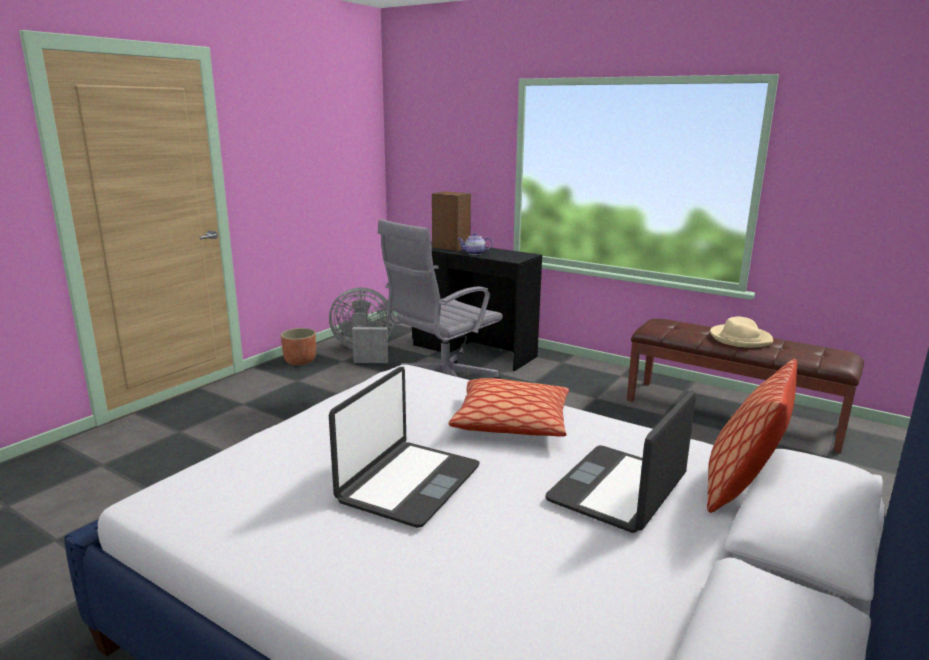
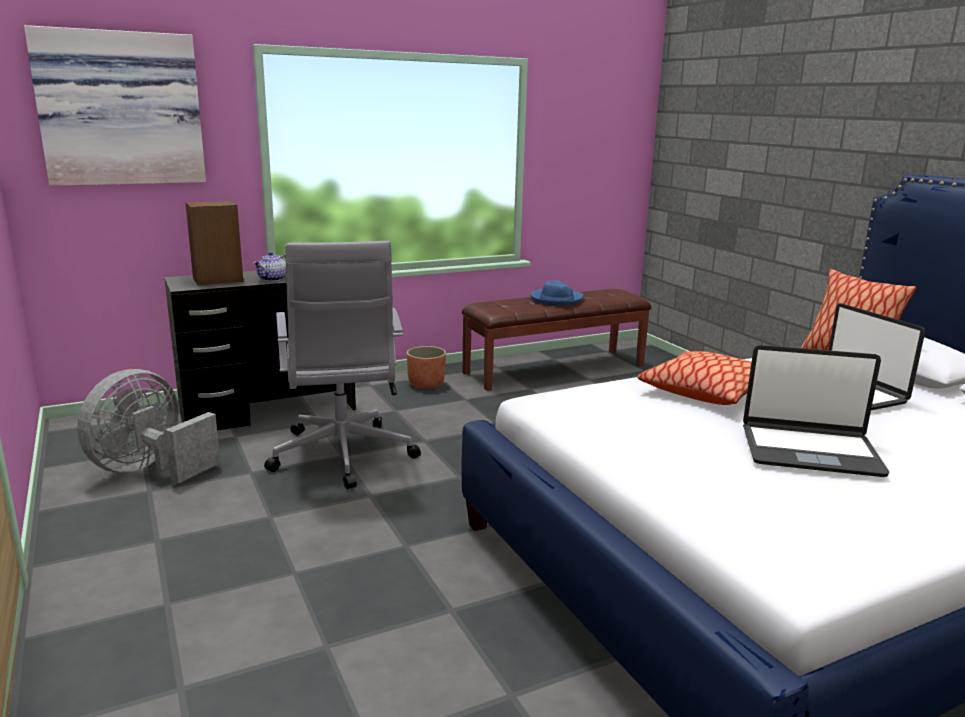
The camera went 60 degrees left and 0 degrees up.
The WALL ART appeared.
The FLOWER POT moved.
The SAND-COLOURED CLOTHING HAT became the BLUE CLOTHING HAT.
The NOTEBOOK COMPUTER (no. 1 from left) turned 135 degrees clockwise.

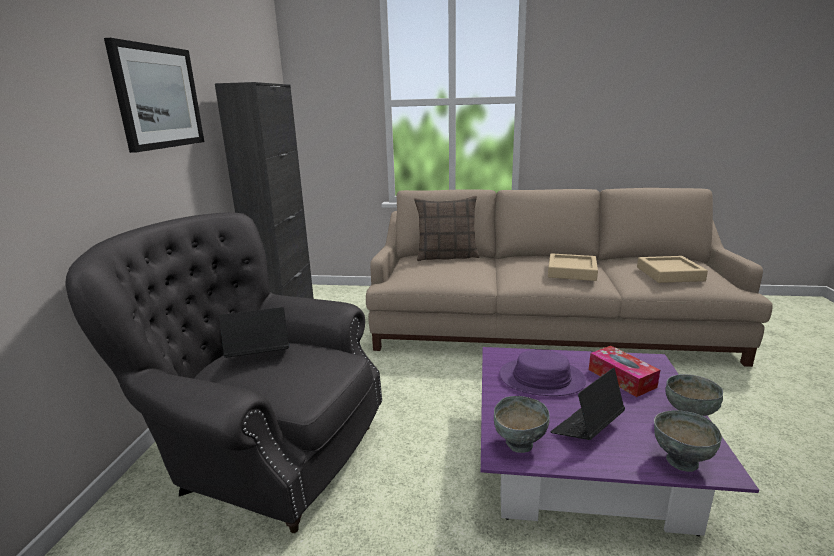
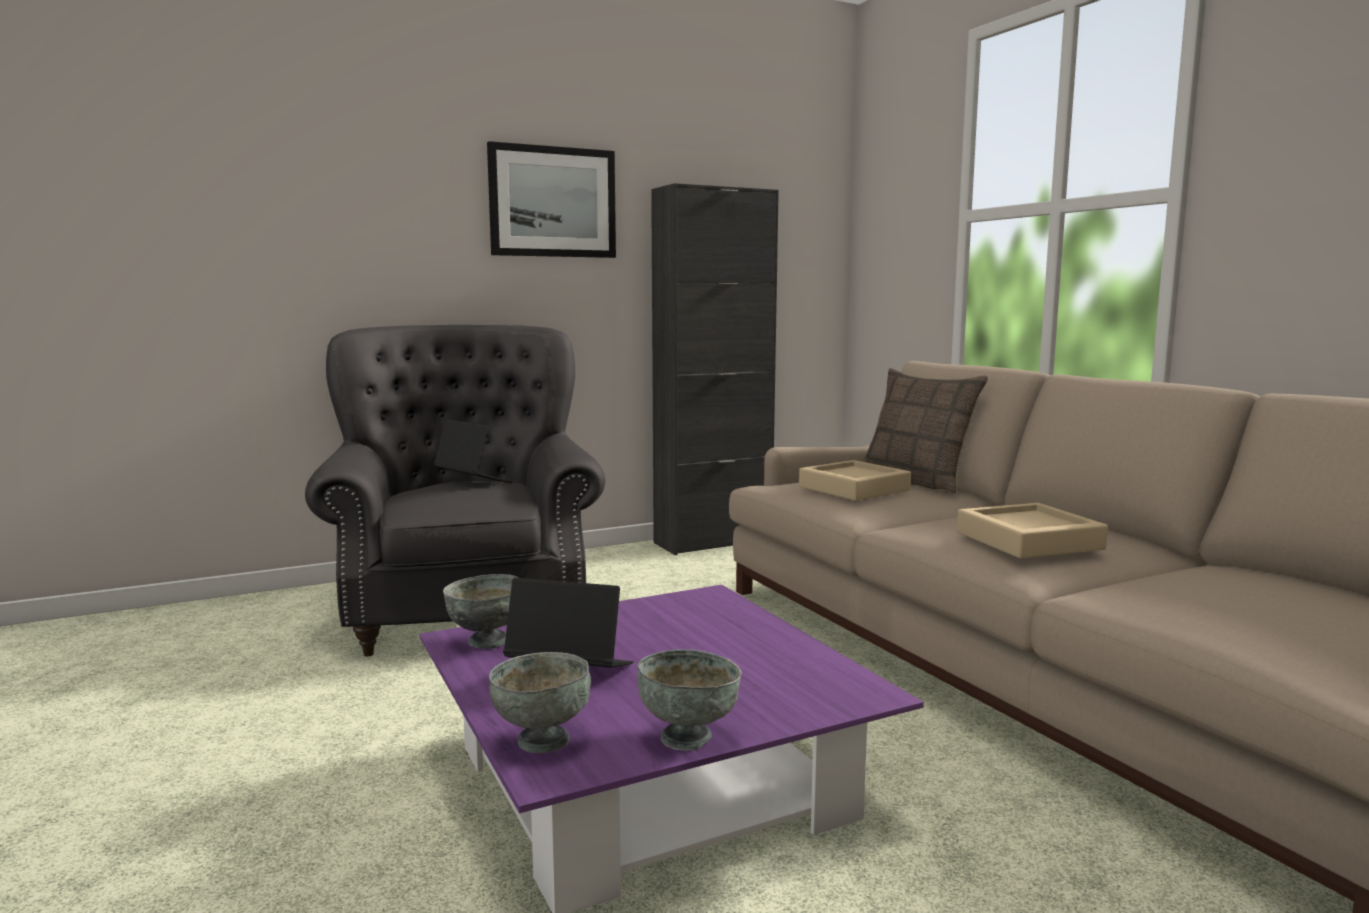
The camera went 55 degrees right and 10 degrees down.
The PURPLE-COLOURED CLOTHING HAT disappeared.
The TISSUE HOLDER disappeared.
The SAND-COLOURED SERVING TRAY (no. 2 from left in the first image) moved.

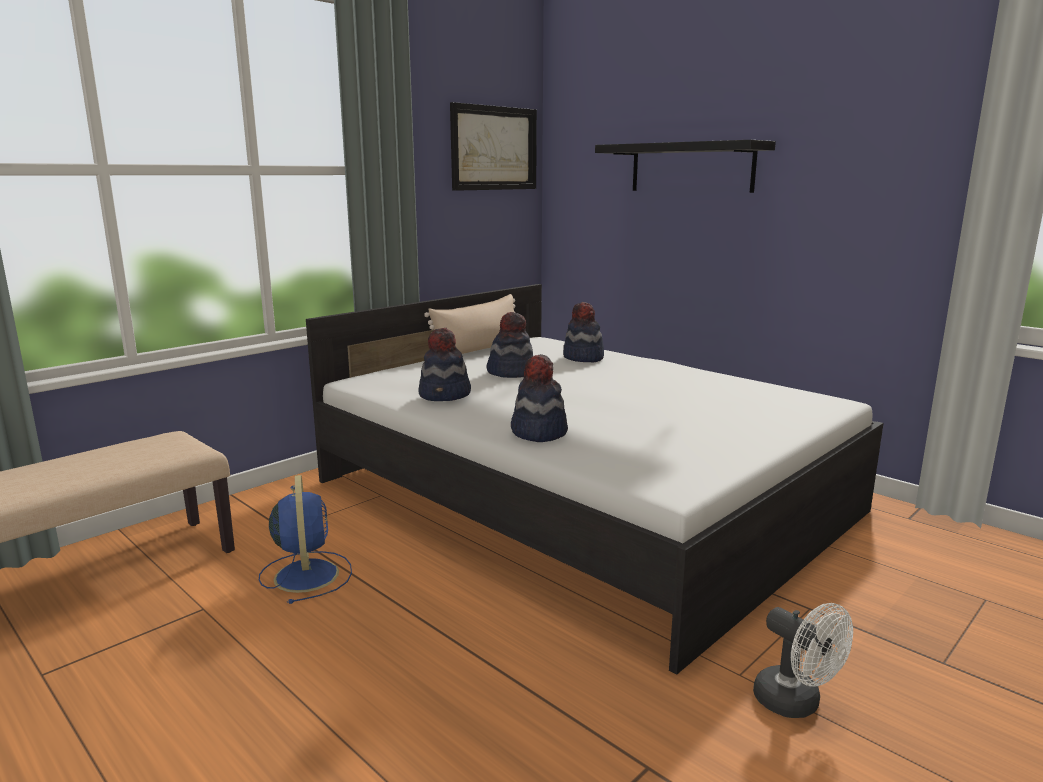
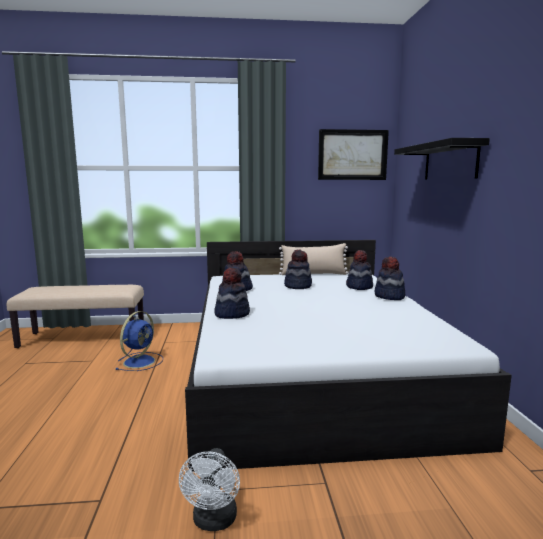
The camera went 40 degrees right and 5 degrees down.
The CLOTHING HAT (no. 5 from left) appeared.

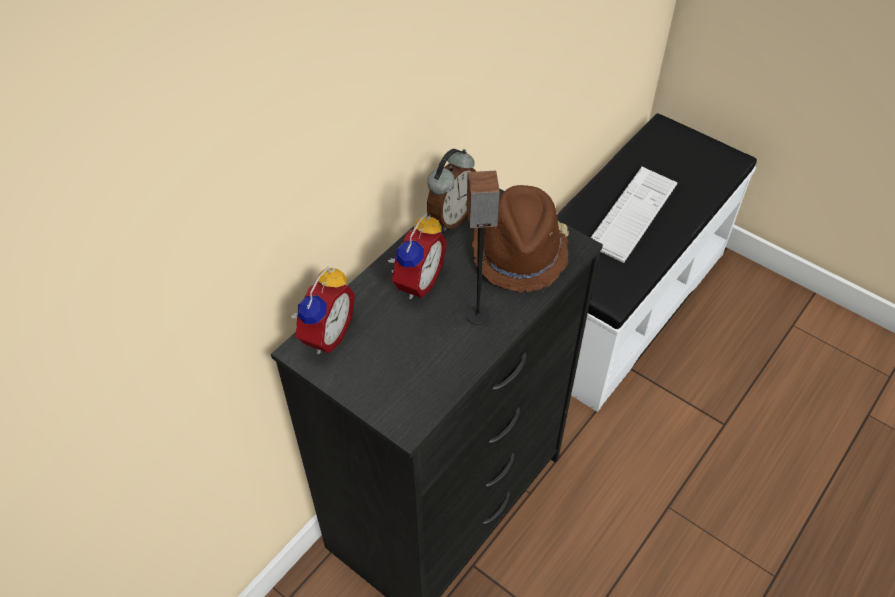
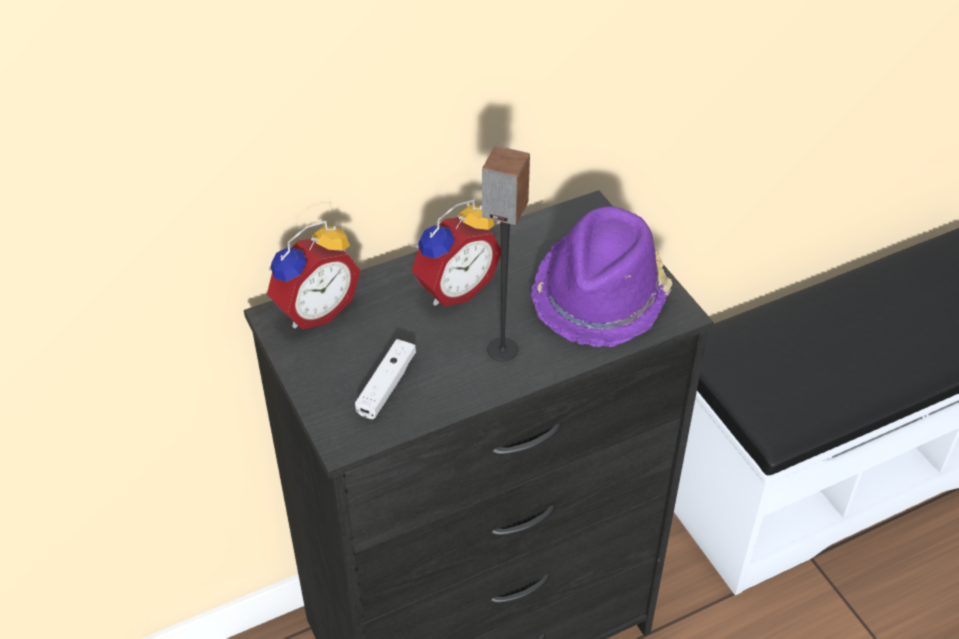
The camera went 25 degrees right and 5 degrees down.
The BEDSIDE CLOCK (no. 3 from left) disappeared.
The COMPUTER KEYBOARD disappeared.
The WHITE JOYPAD appeared.
The BROWNISH CLOTHING HAT became the PURPLE-COLOURED CLOTHING HAT.

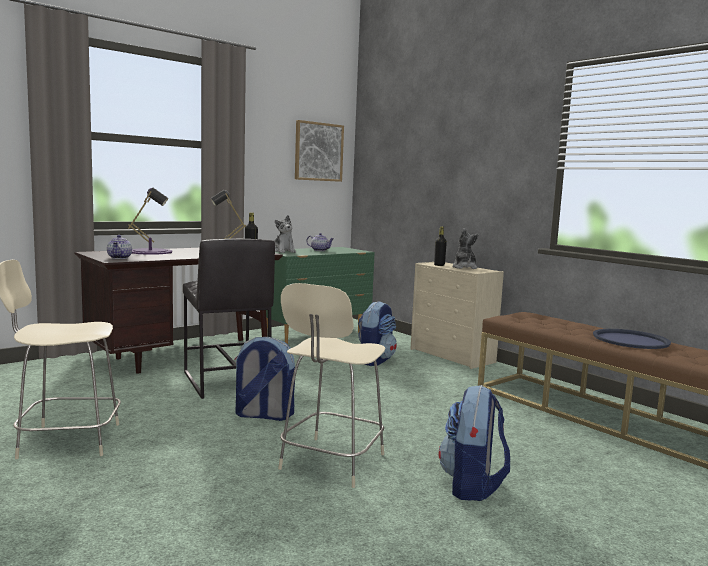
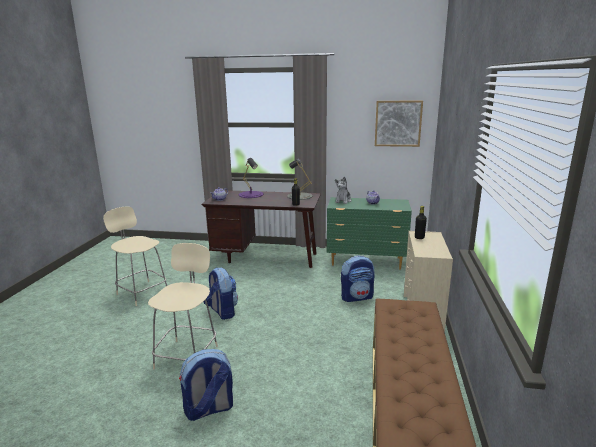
The camera went 50 degrees right and 10 degrees up.
The GREYISH SITTING STOOL disappeared.
The SOFT TOY (no. 2 from left) disappeared.
The BLUE SERVING TRAY disappeared.
The SAND-COLOURED PLAIN CHAIR (no. 2 from left) turned 120 degrees clockwise.

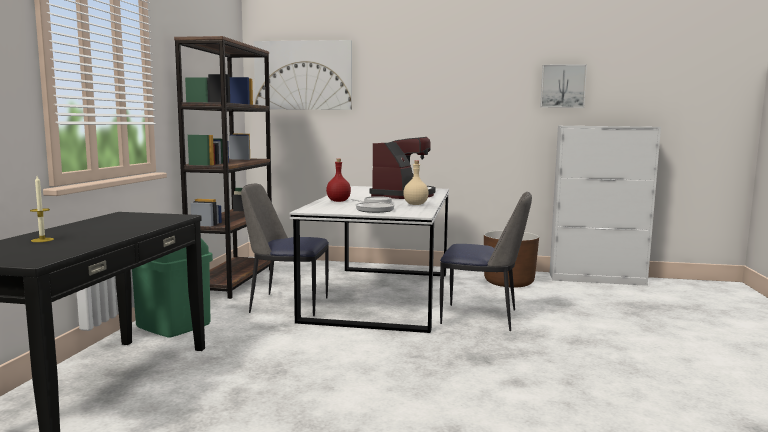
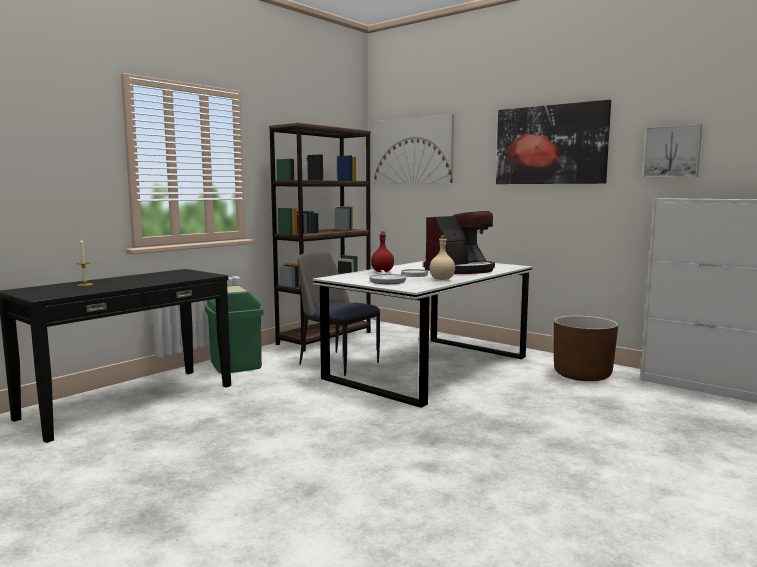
The camera went 30 degrees right and 0 degrees up.
The PLAIN CHAIR (no. 2 from left) disappeared.
The WALL ART (no. 2 from left) appeared.

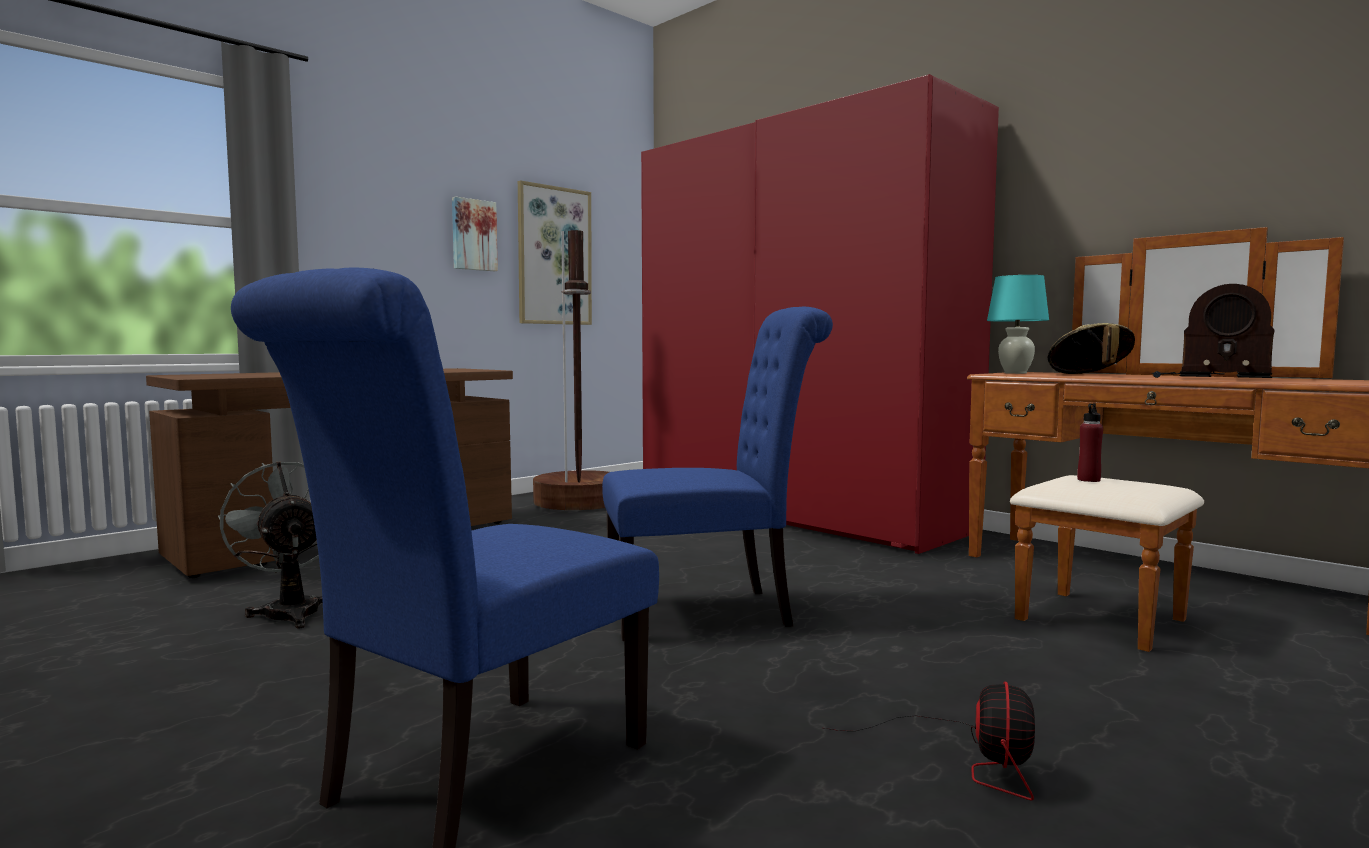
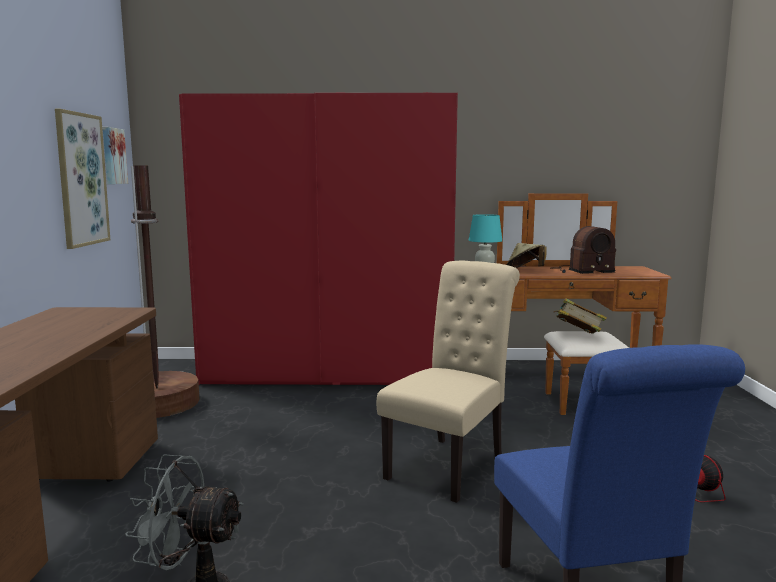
The camera went 45 degrees left and 5 degrees up.
The WALL ART (no. 1 from left in the first image) moved.
The RED BOTTLE was replaced by the BOUND BOOK.
The BLUE PLAIN CHAIR (no. 2 from left) became the SAND-COLOURED PLAIN CHAIR.

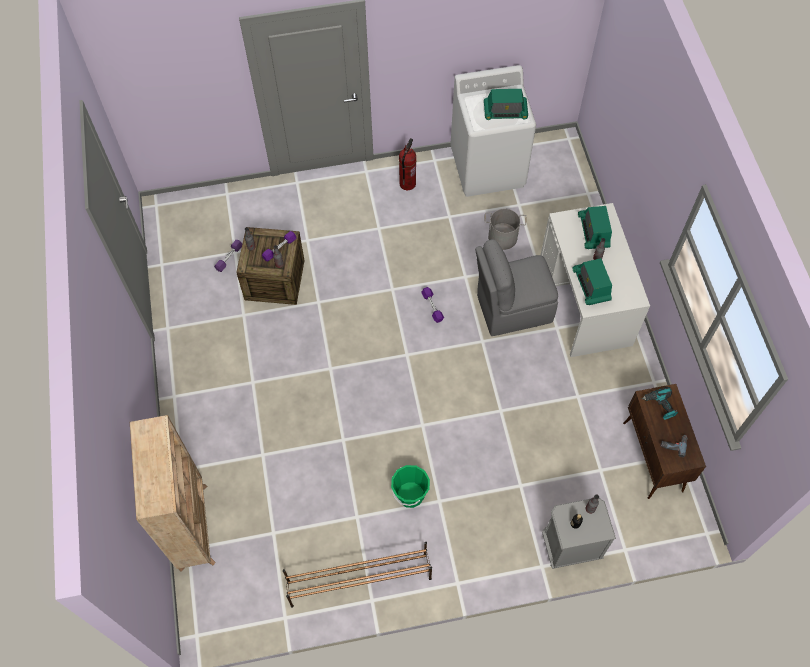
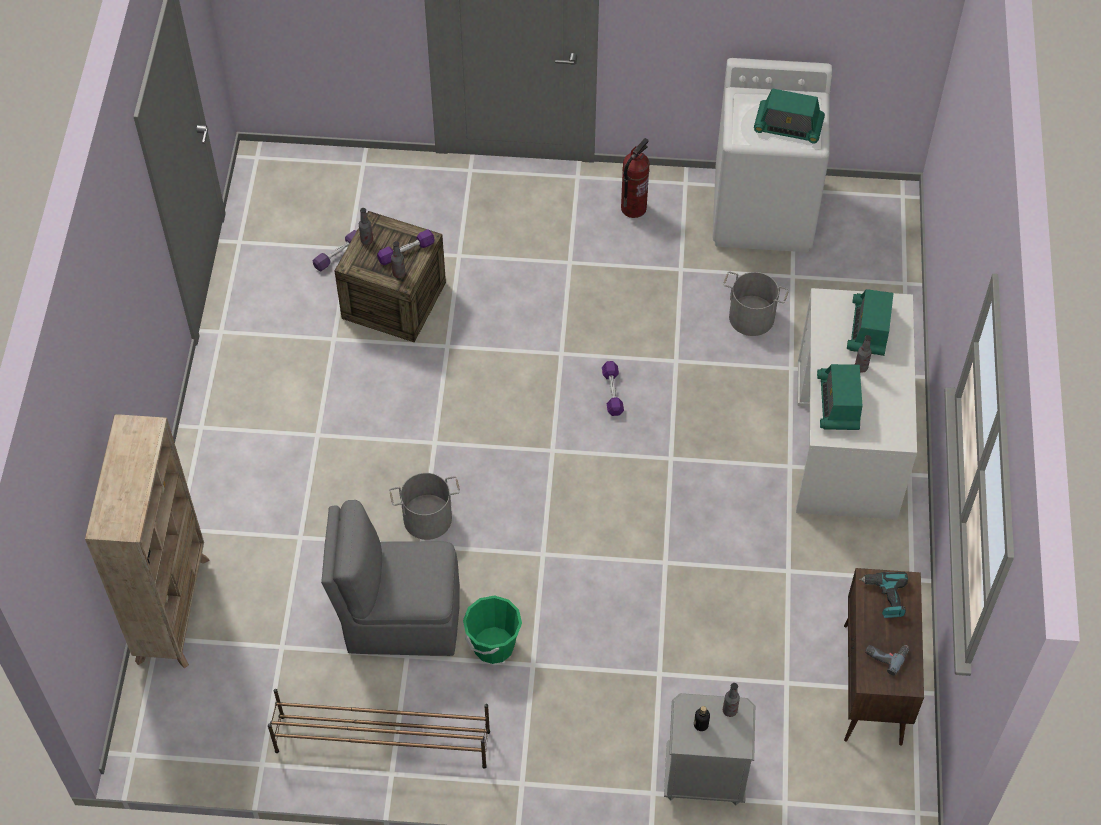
The camera went 15 degrees right and 5 degrees down.
The GREYISH WATER BUCKET (no. 1 from left) appeared.
The GREYISH PLAIN CHAIR moved.

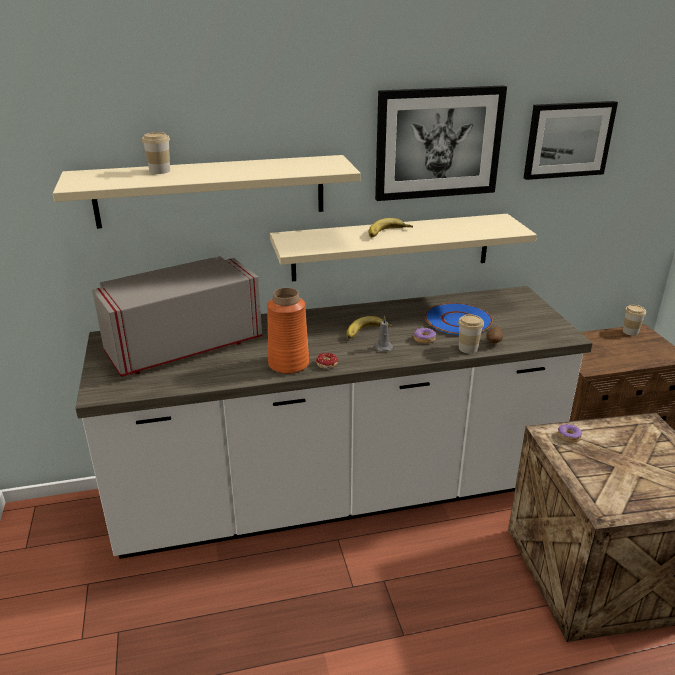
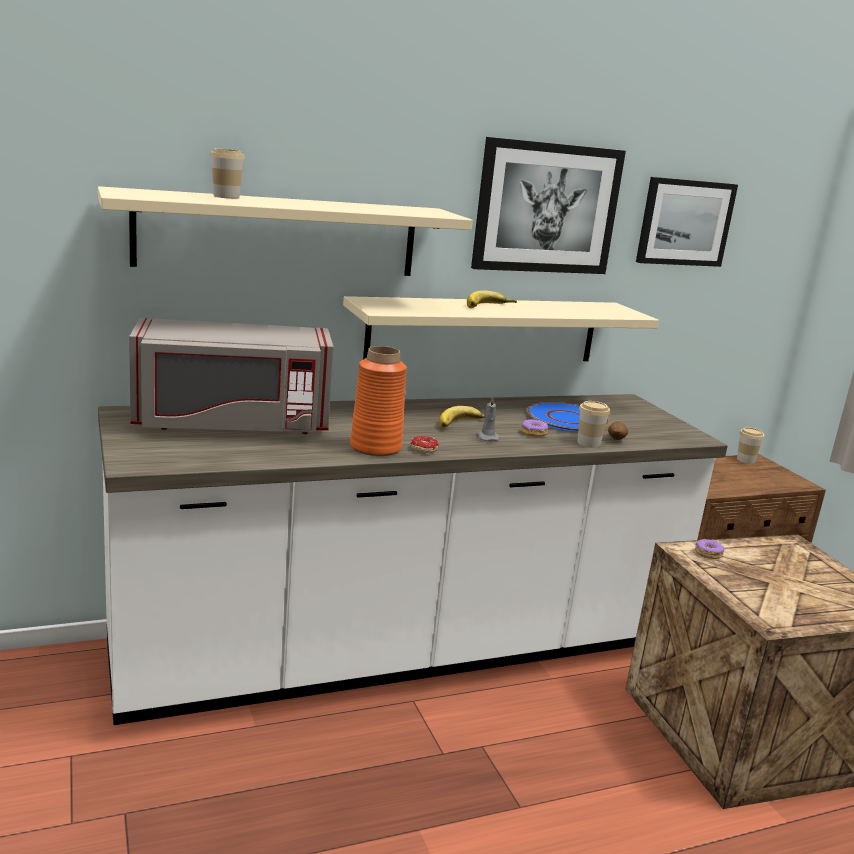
The camera went 10 degrees left and 10 degrees down.
The GREYISH MICROWAVE turned 150 degrees counterclockwise.

